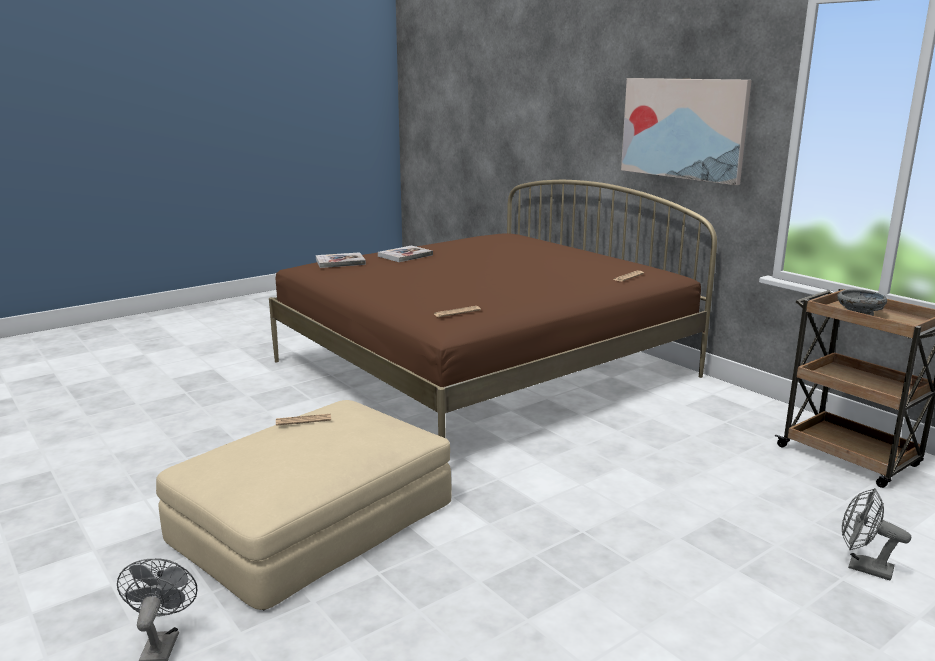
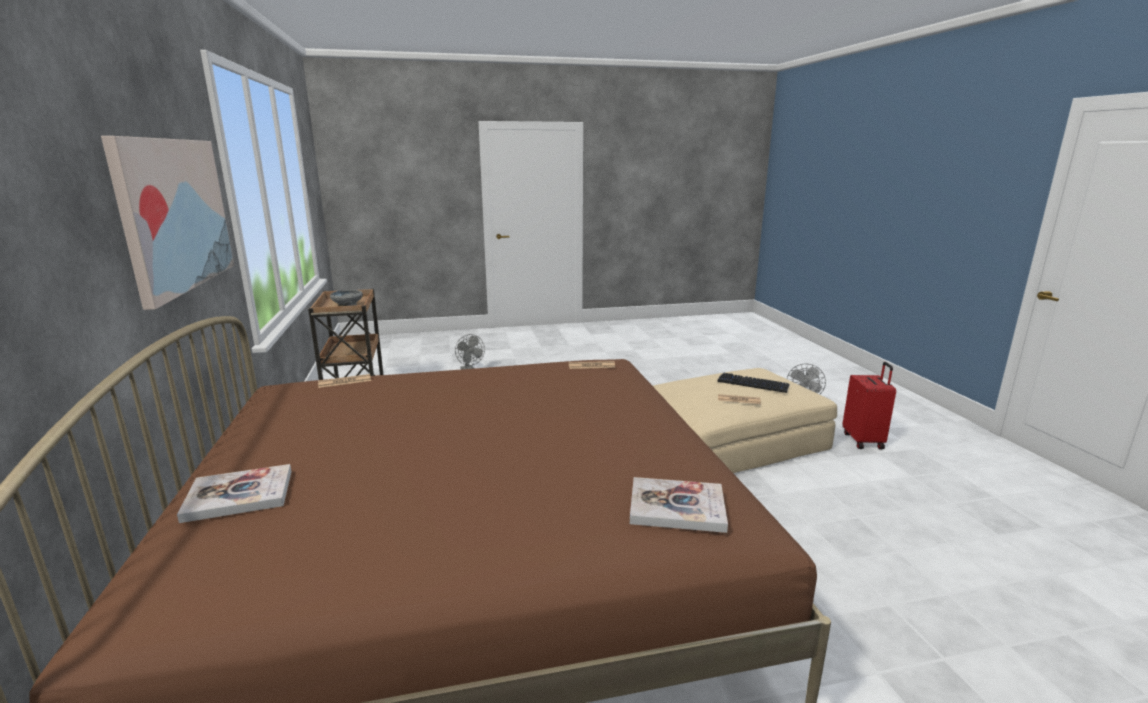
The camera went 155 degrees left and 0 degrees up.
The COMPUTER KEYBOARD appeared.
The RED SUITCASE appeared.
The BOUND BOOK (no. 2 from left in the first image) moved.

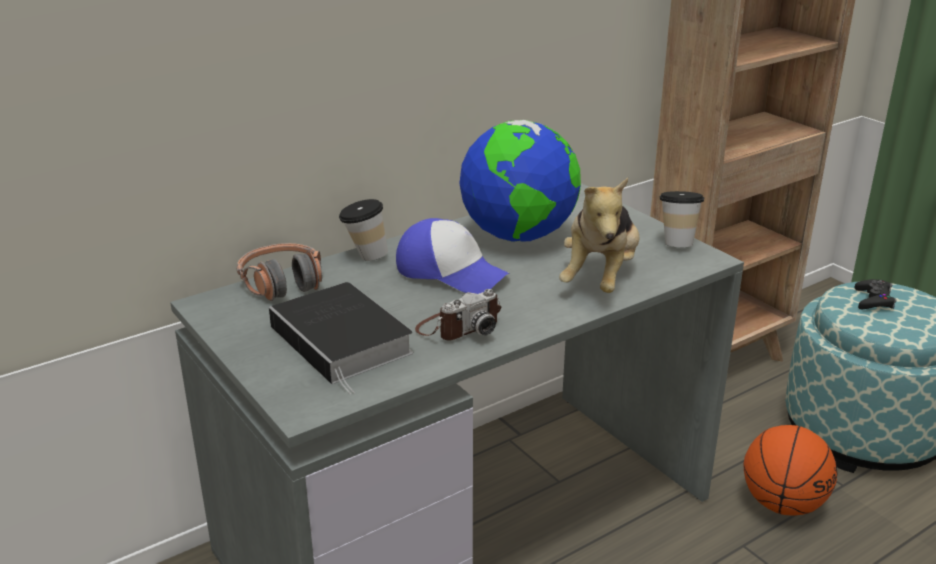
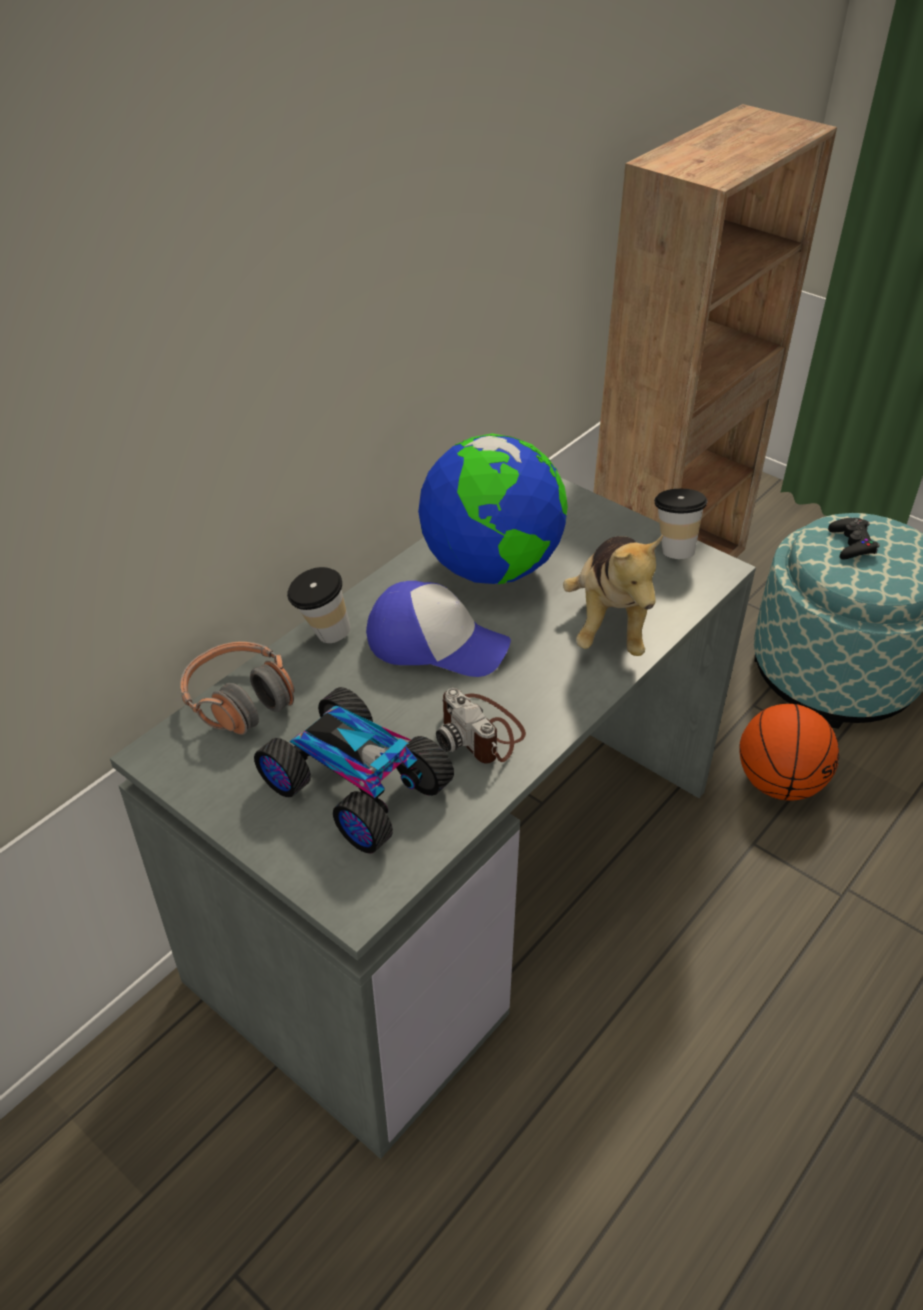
The camera went 15 degrees left and 15 degrees up.
The BOUND BOOK was replaced by the TOY CAR.
The STILL CAMERA turned 105 degrees clockwise.

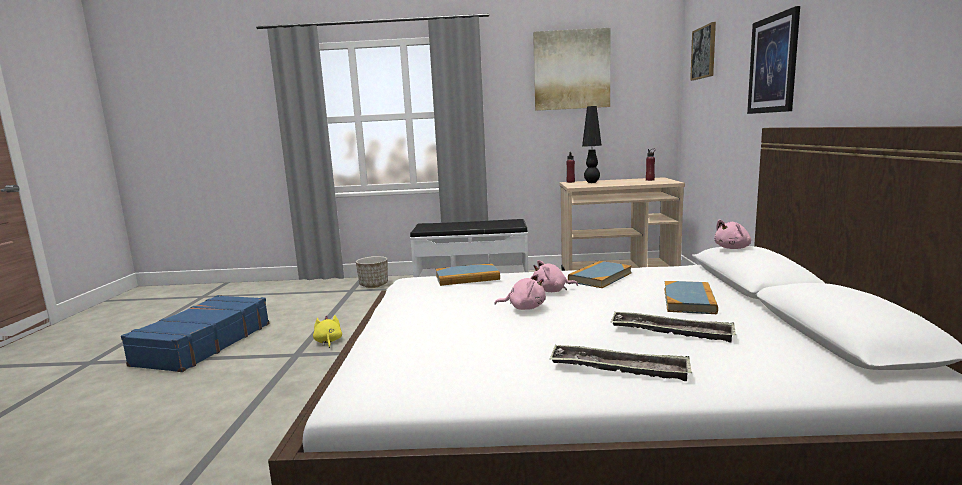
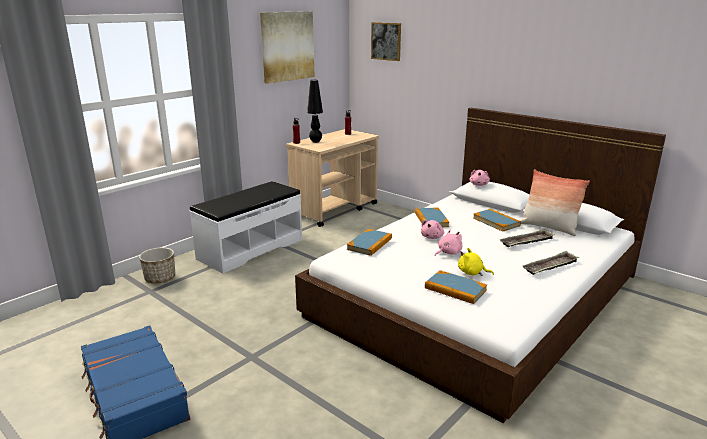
The camera went 50 degrees left and 10 degrees up.
The WALL ART (no. 3 from left) disappeared.
The BOUND BOOK (no. 3 from left) appeared.
The THROW PILLOW appeared.
The YELLOW-COLOURED SOFT TOY moved.

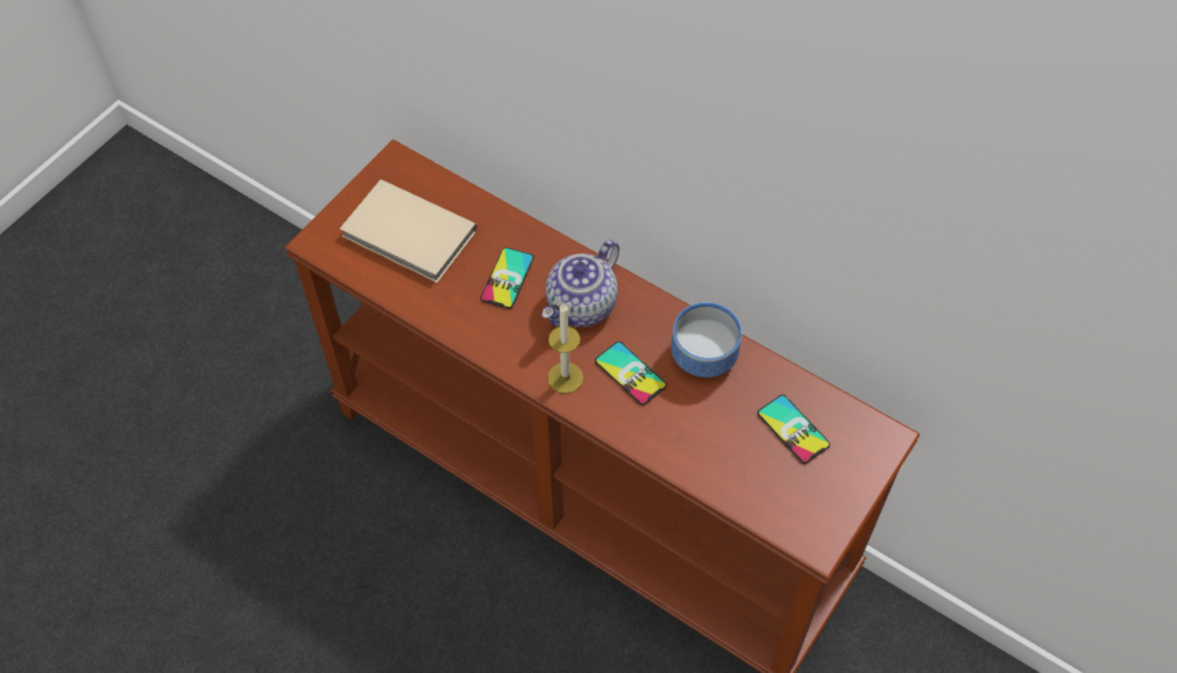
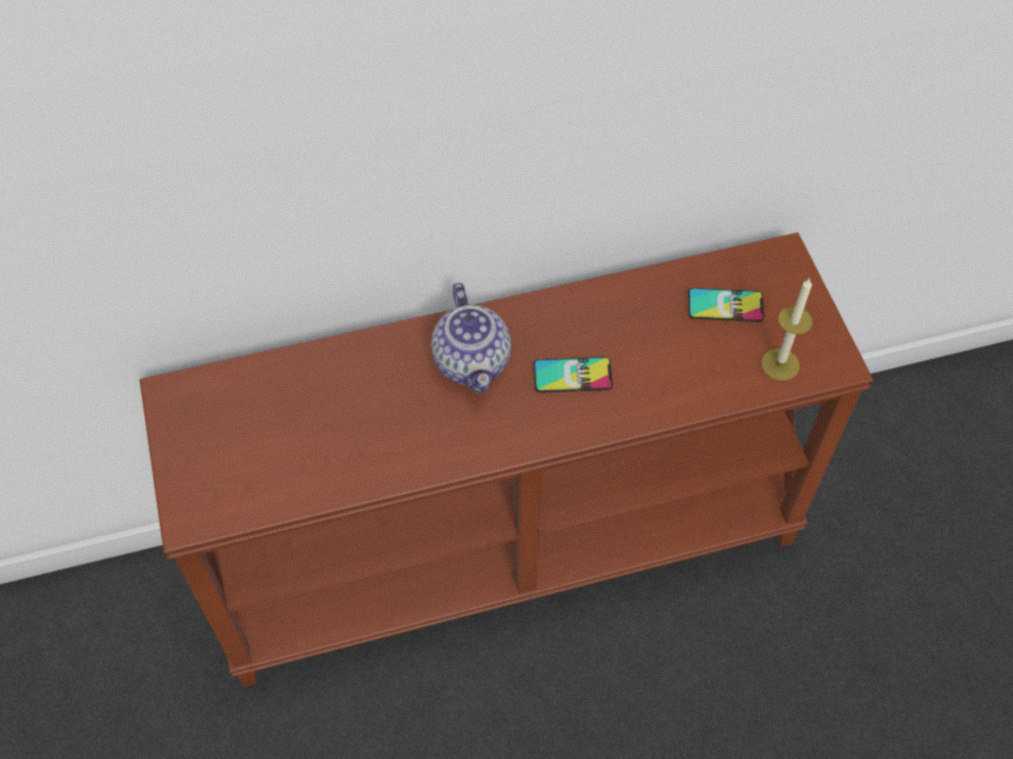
The camera went 50 degrees left and 0 degrees up.
The SAND-COLOURED BOUND BOOK disappeared.
The PHONE (no. 1 from left) disappeared.
The BOWL disappeared.
The CANDLE moved.

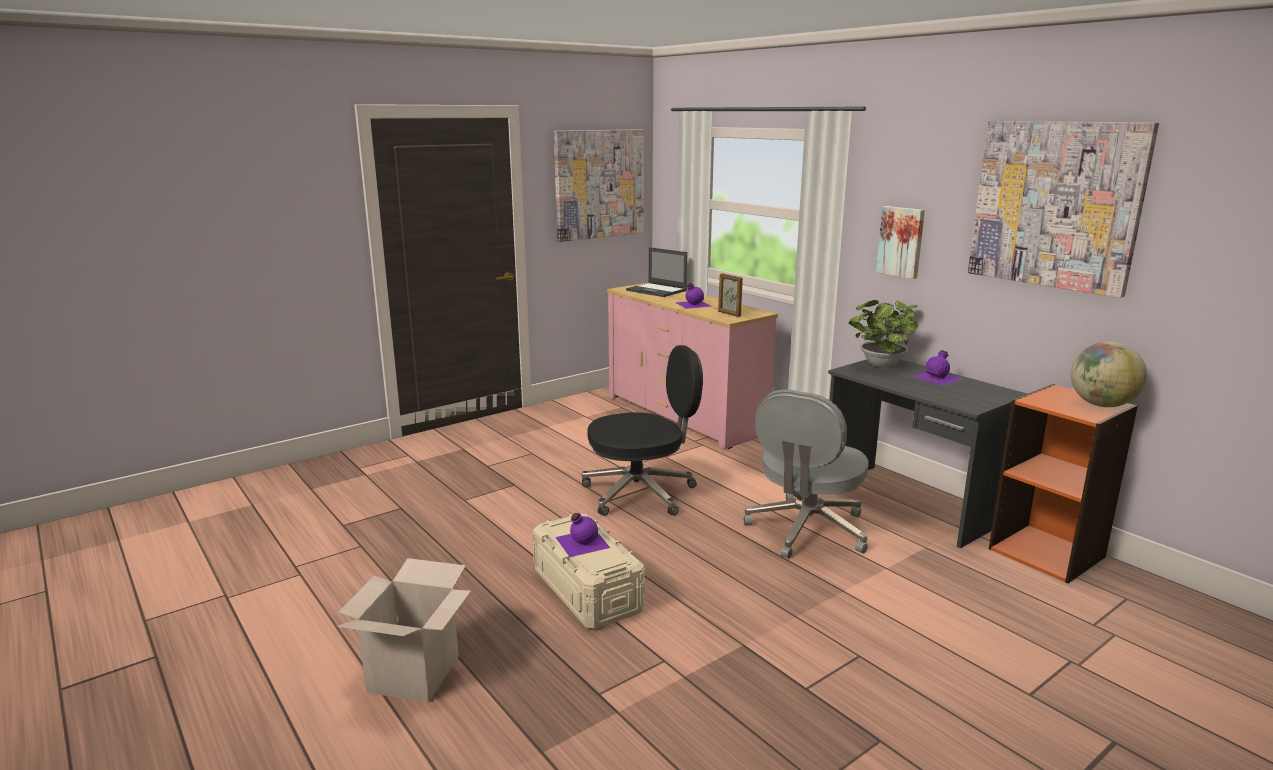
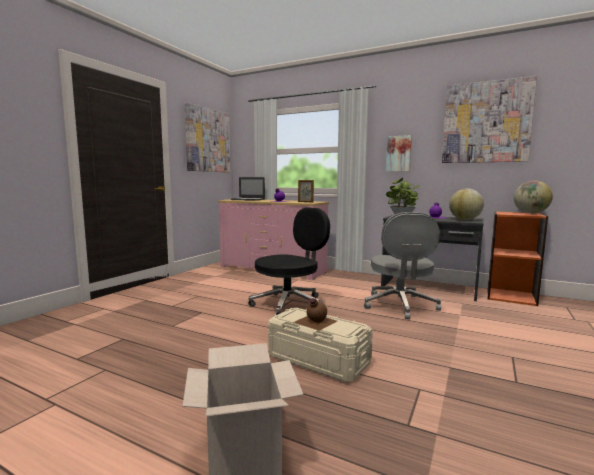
The camera went 25 degrees left and 10 degrees down.
The GLOBE (no. 1 from left) appeared.
The PURPLE-COLOURED BOTTLE (no. 1 from left) became the BROWNISH BOTTLE.

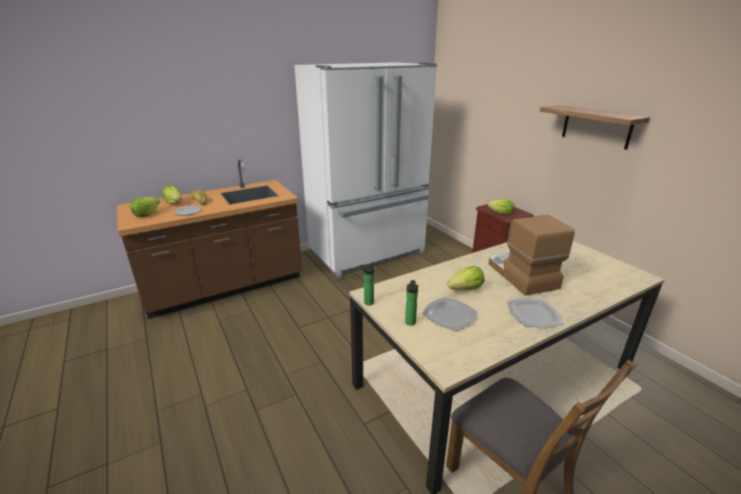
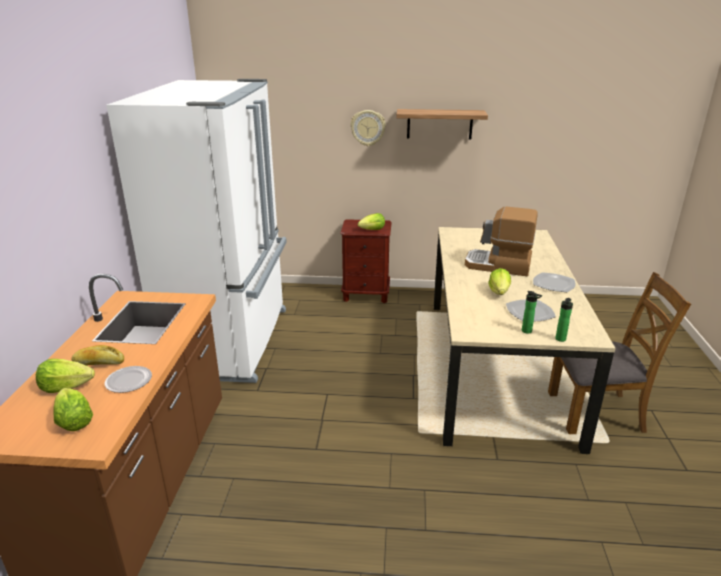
The camera went 55 degrees left and 0 degrees up.
The CLOCK ON THE WALL appeared.
The BOTTLE (no. 1 from left in the first image) moved.

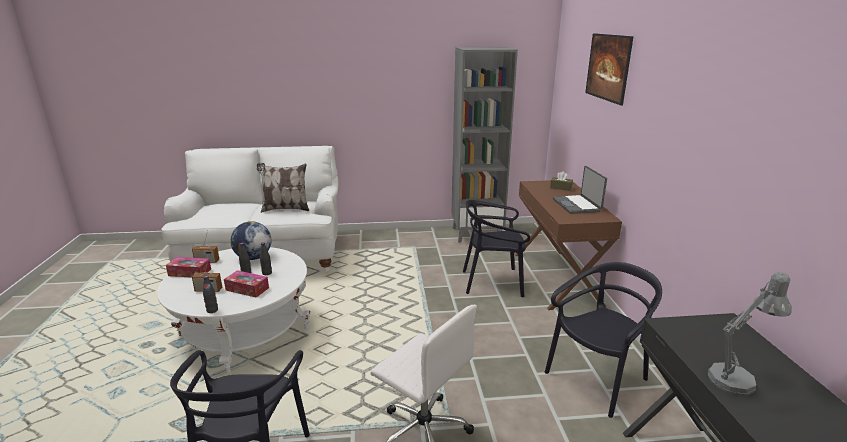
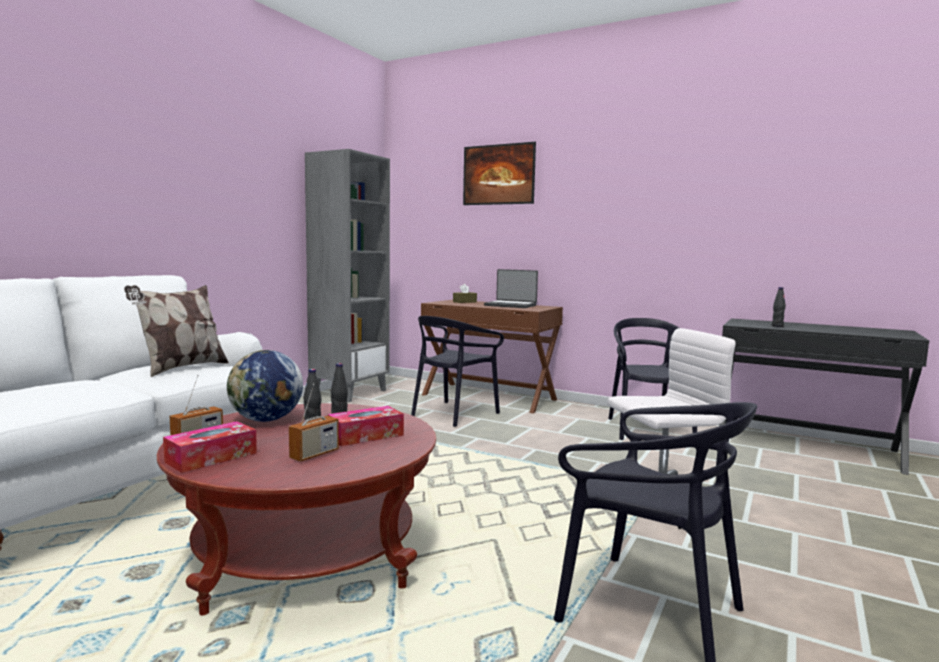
The camera went 55 degrees left and 15 degrees down.
The GREYISH TABLE LAMP disappeared.
The BLACK-COLOURED BOTTLE (no. 1 from left in the first image) moved.
The WHITE LOUNGE TABLE became the RED LOUNGE TABLE.

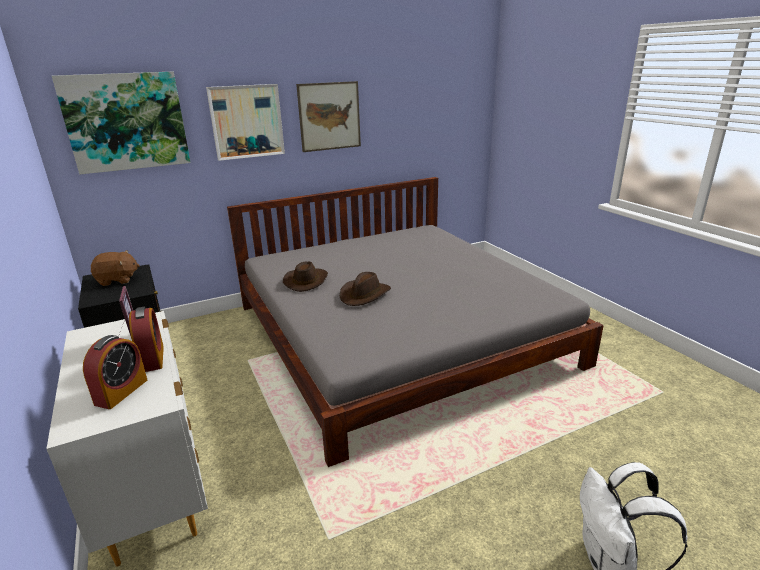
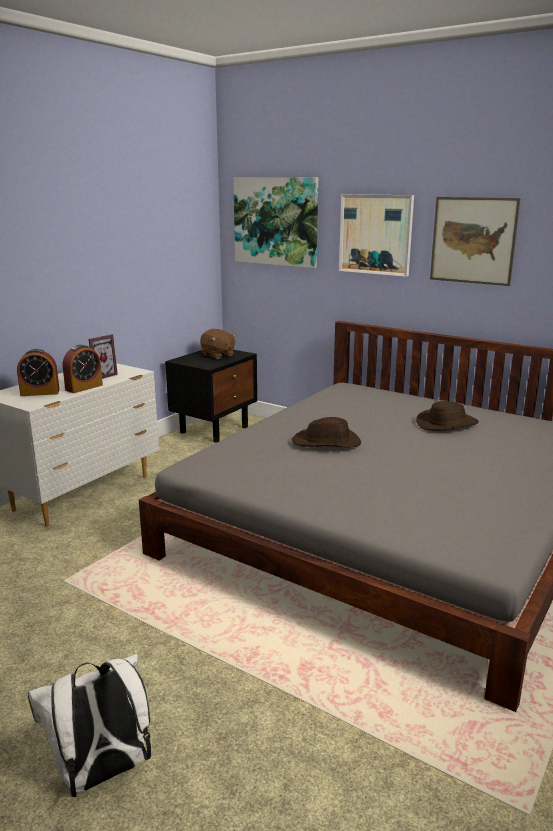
The camera went 60 degrees right and 5 degrees down.
The BROWNISH CLOTHING HAT (no. 1 from left in the first image) moved.

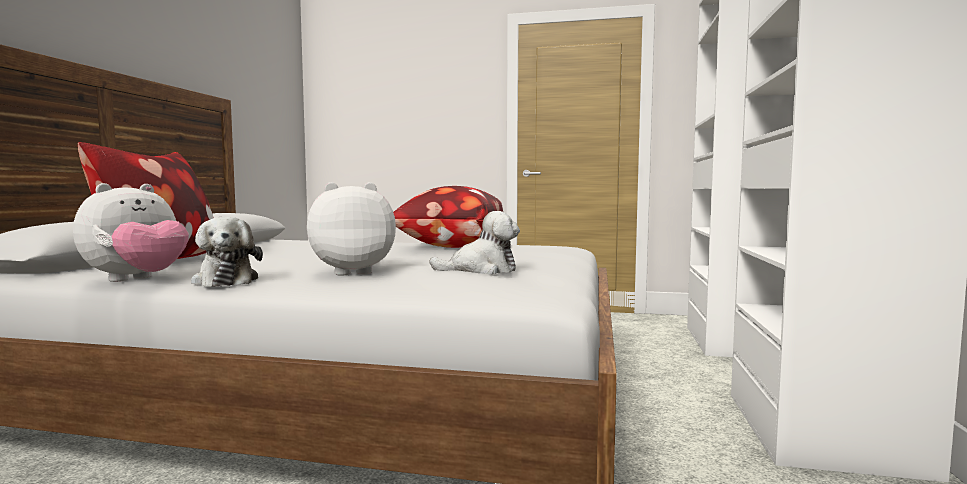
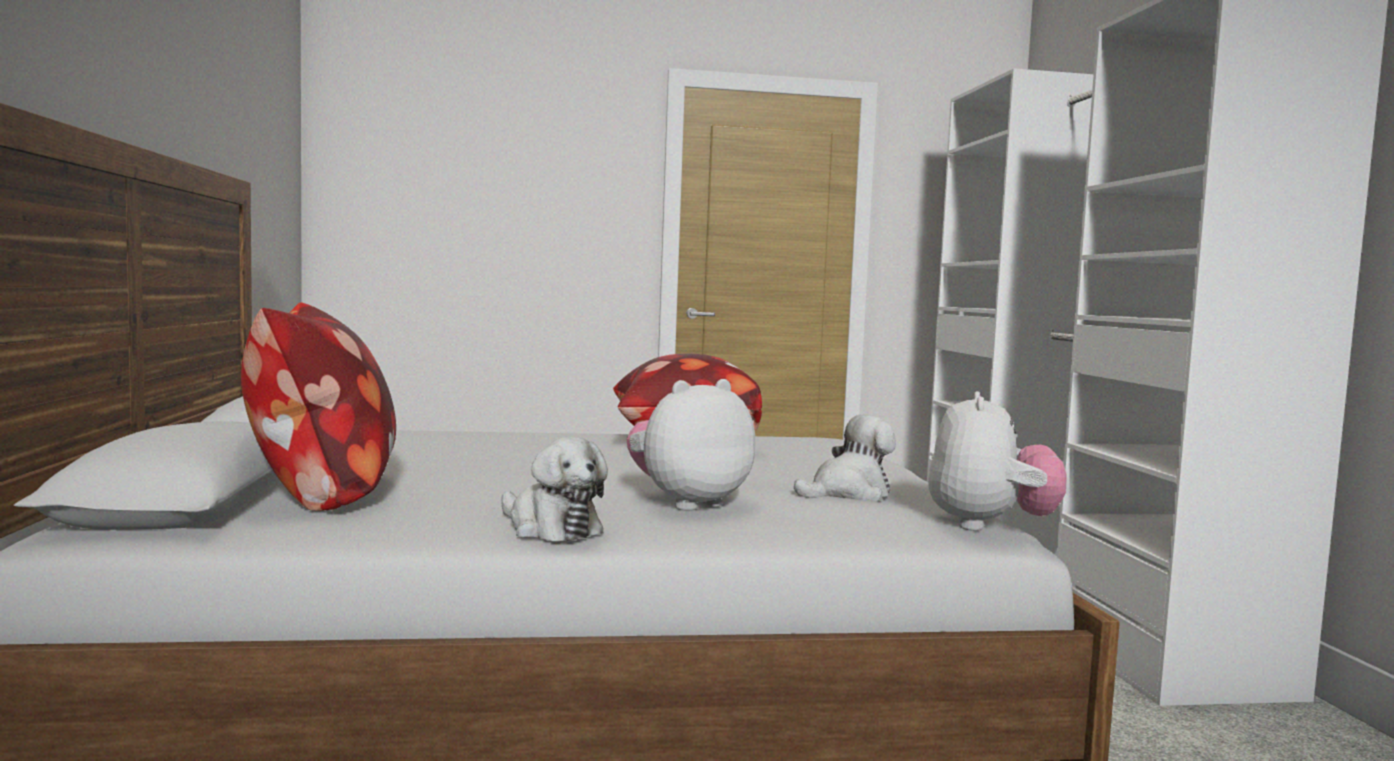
The camera went 20 degrees left and 0 degrees up.
The SOFT TOY (no. 1 from left in the first image) moved.

